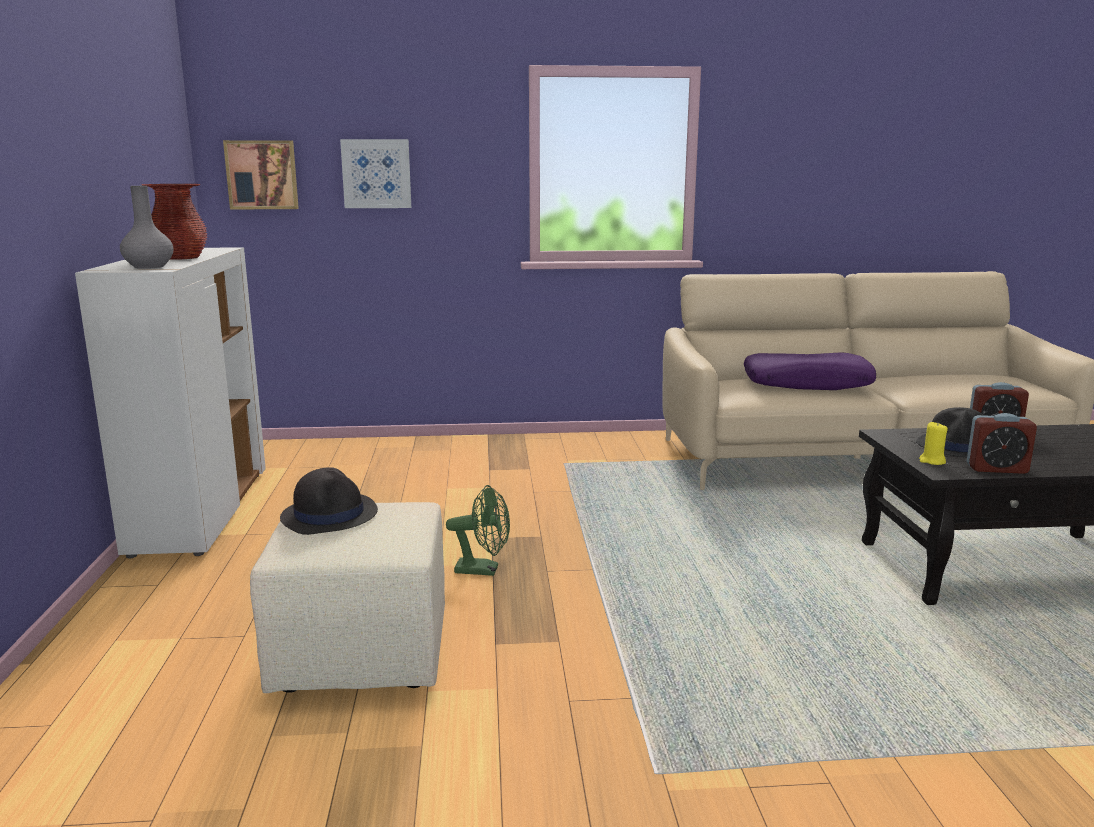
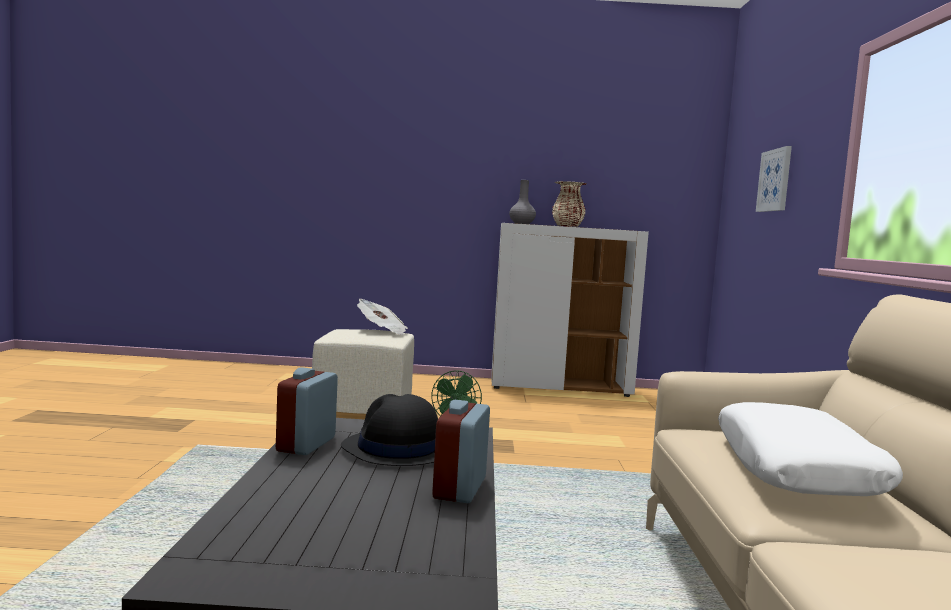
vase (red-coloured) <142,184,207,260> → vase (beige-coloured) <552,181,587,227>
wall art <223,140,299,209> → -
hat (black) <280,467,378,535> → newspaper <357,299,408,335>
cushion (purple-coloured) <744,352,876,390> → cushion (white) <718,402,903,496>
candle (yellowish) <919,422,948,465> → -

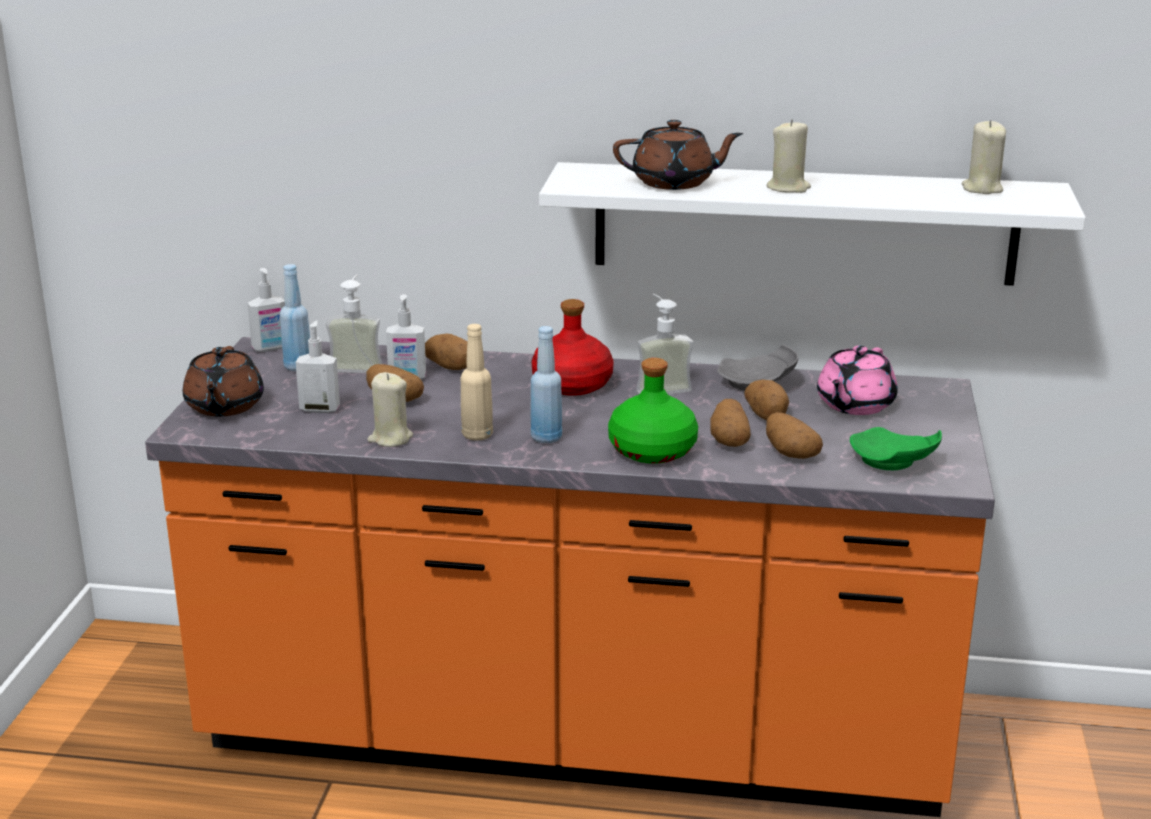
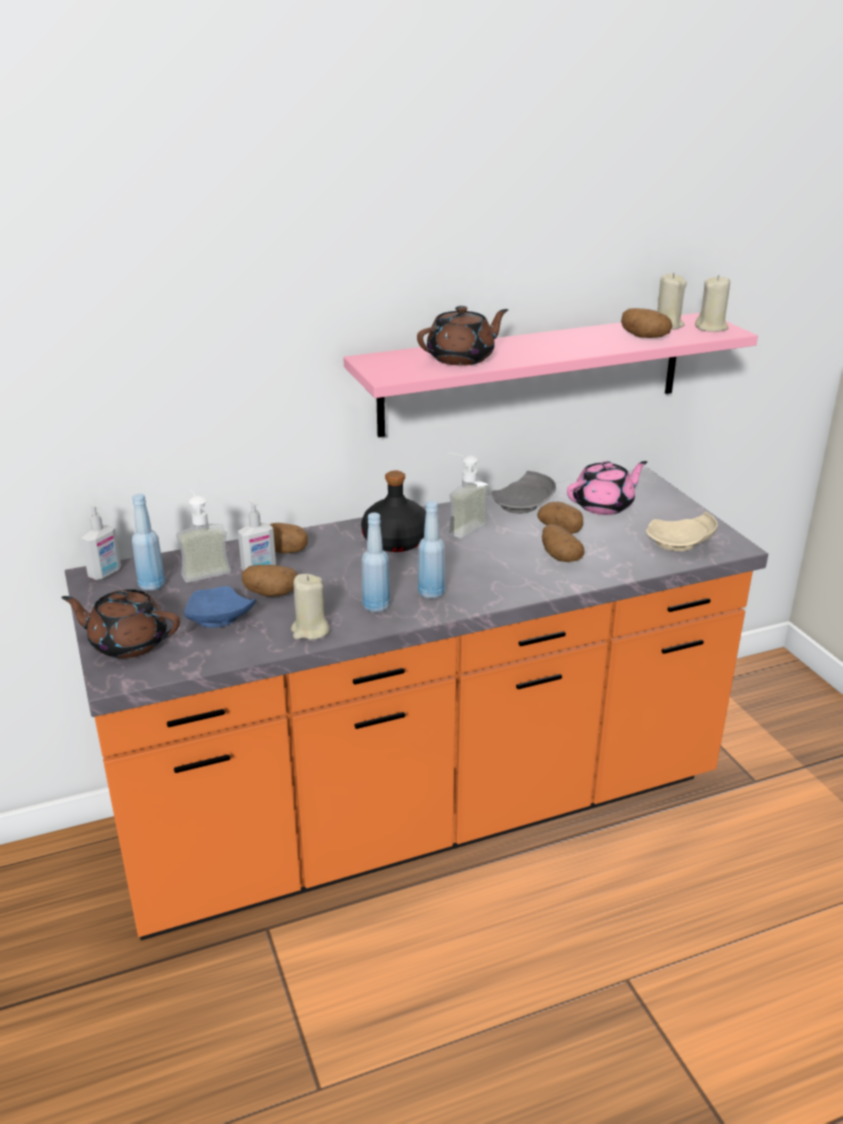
tea pot (brownish) <183,346,264,416> → tea pot (brownish) <61,589,180,659>, 135 degrees clockwise
liquid soap bottle <295,321,340,413> → plate (blue-coloured) <184,586,256,628>
bottle (beige-coloured) <460,324,493,441> → bottle (blue-coloured) <362,512,390,612>
bottle (red-coloured) <532,299,613,396> → bottle (black) <361,471,426,552>
shelf (white) <539,162,1086,286> → shelf (pinkish) <343,313,758,437>
bottle (green) <608,358,698,464> → -
candle (beige-coloured) <766,119,811,193> → candle (beige-coloured) <695,275,730,332>, relocated
spud <766,412,823,459> → spud <621,308,672,338>, relocated
tea pot (pinkish) <817,345,898,415> → tea pot (pinkish) <567,461,647,515>, 120 degrees counterclockwise
plate (green) <850,427,942,470> → plate (beige-coloured) <646,512,718,551>

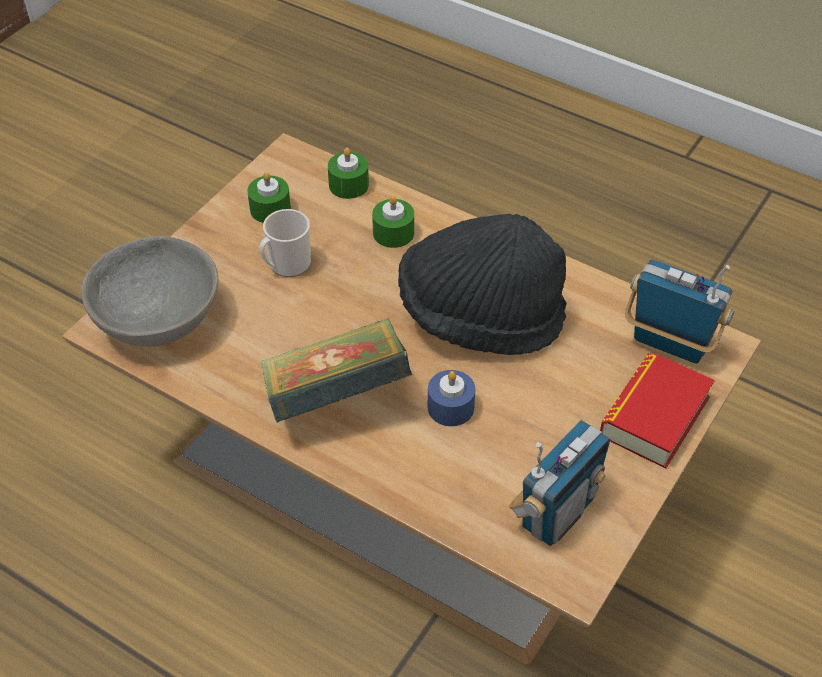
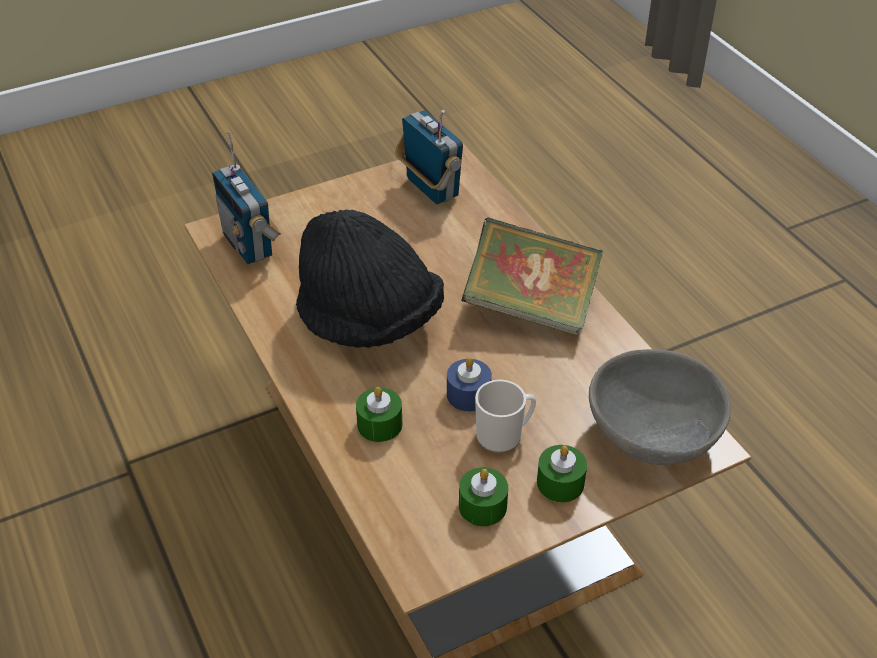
candle (green) <328,148,369,199> → candle (green) <537,445,587,502>, relocated
candle (blue-coloured) <428,370,476,426> → candle (blue-coloured) <447,357,492,411>, relocated
radio set <509,420,610,546> → radio set <395,110,463,204>, 75 degrees clockwise
bound book <600,352,715,469> → -

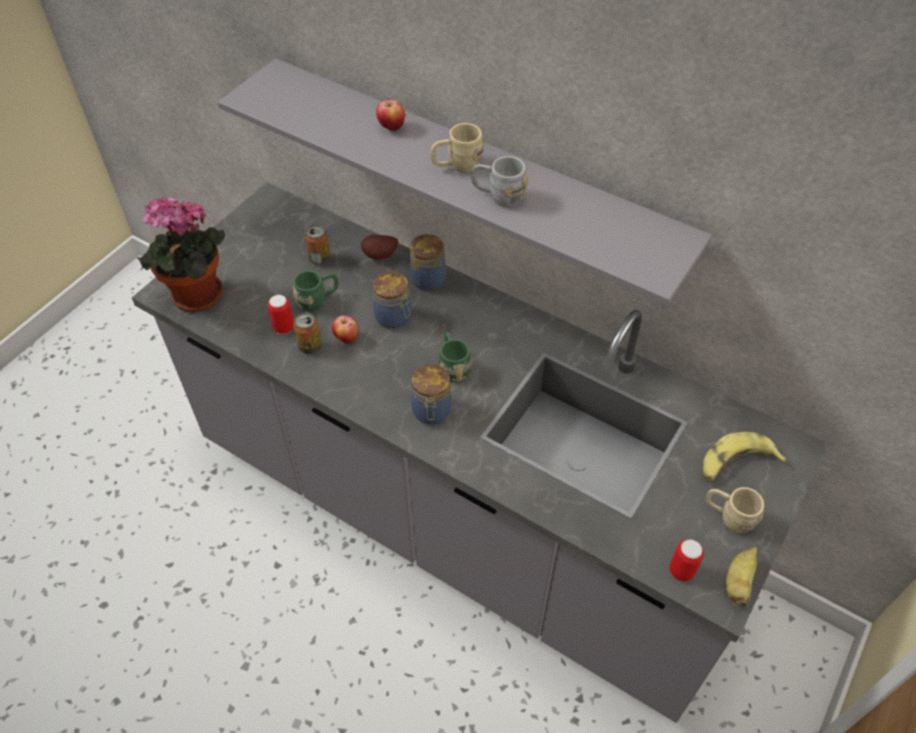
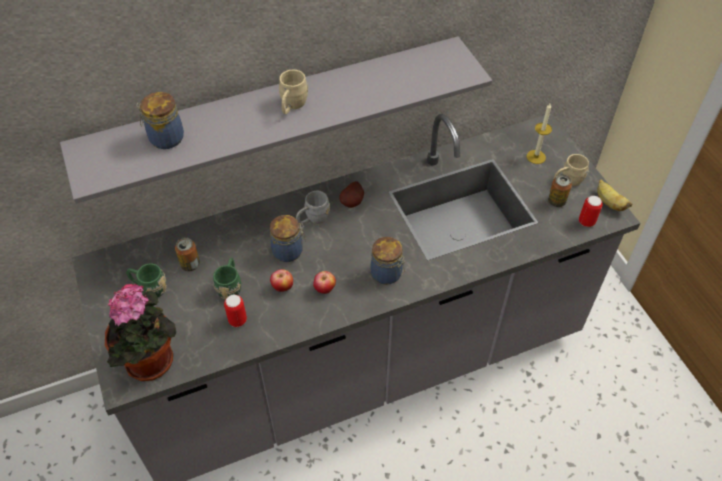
can <293,312,322,354> → can <548,174,572,207>, relocated
spud <361,235,399,260> → spud <339,181,364,208>, relocated
whole apple <376,100,405,131> → whole apple <313,271,336,294>, relocated
jar <410,234,446,291> → jar <136,92,184,149>, relocated
mug (green) <439,332,472,382> → mug (green) <126,263,167,298>, relocated
mug (greyish) <471,156,527,207> → mug (greyish) <296,191,330,225>, relocated
whole banana <703,432,786,482> → candle <527,104,552,164>

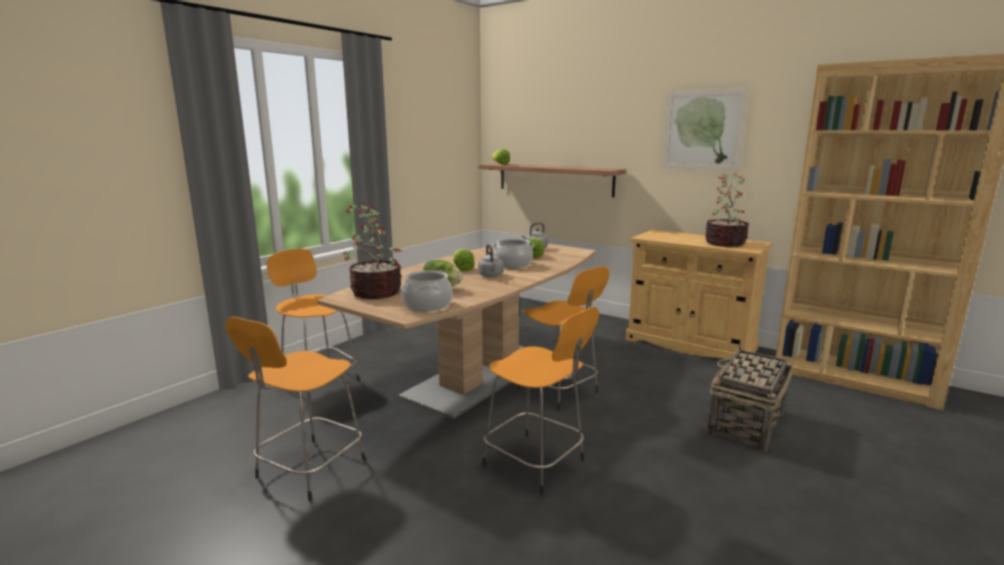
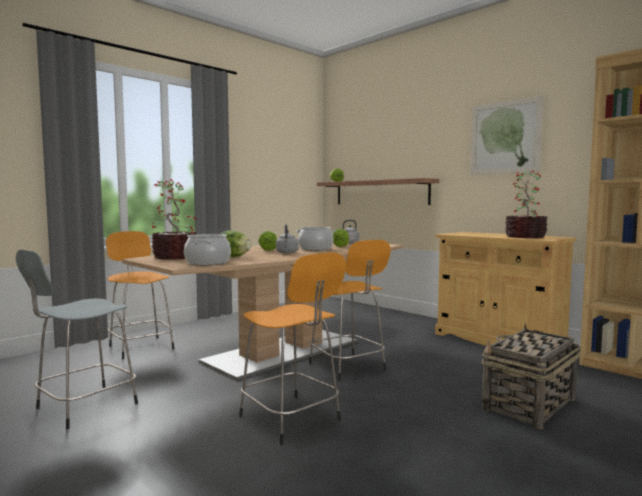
sitting stool (orange-coloured) <225,317,366,501> → sitting stool (greyish) <16,249,138,429>

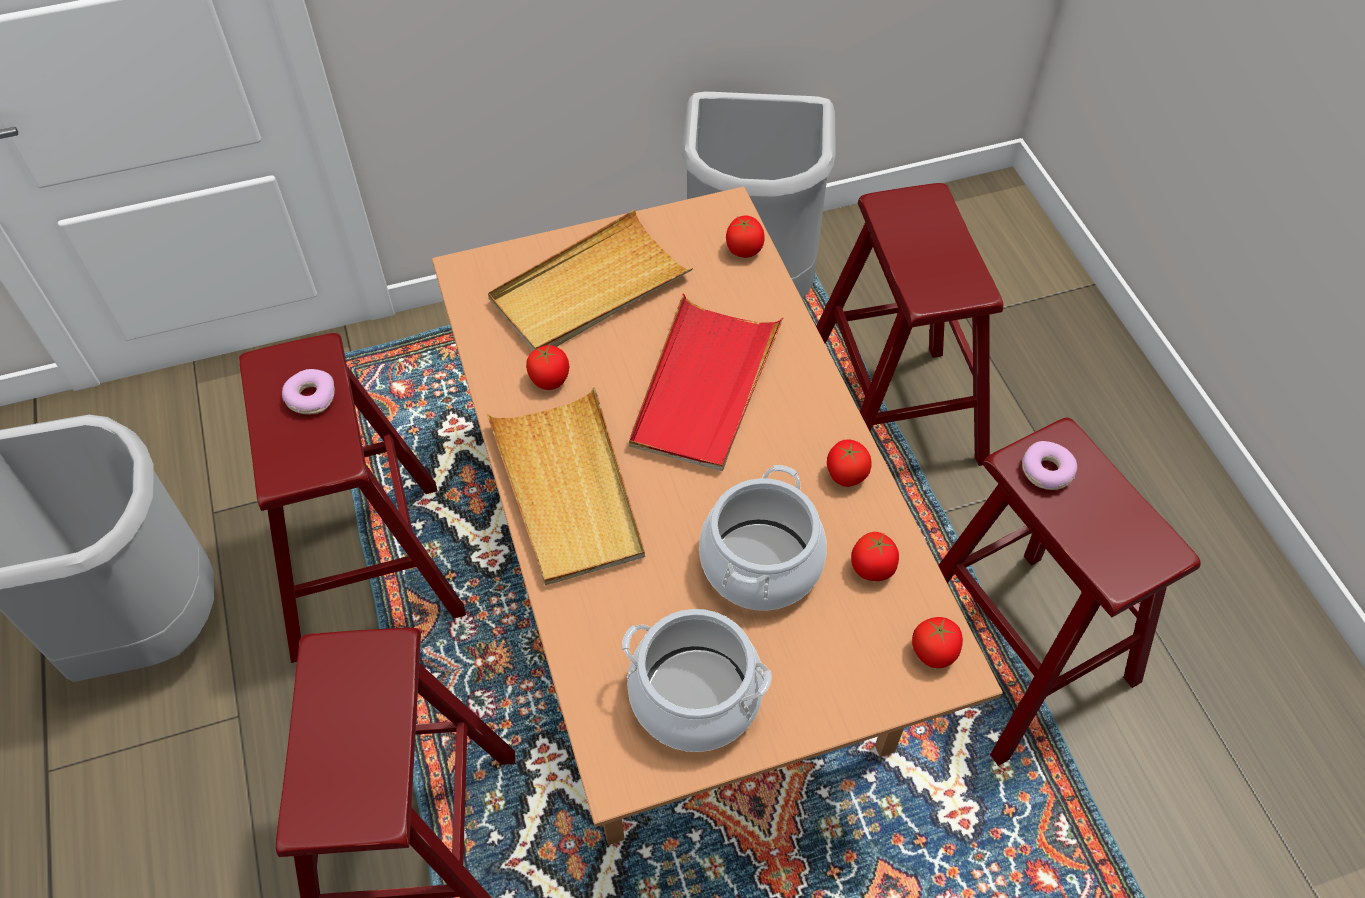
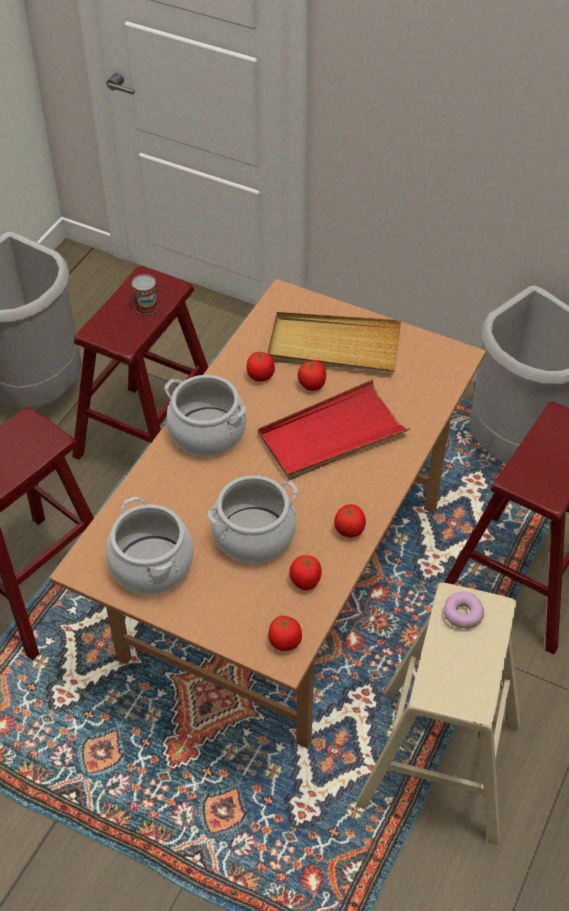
donut <282,369,335,414> → can <132,274,158,315>
serving tray (beige-coloured) <487,387,645,585> → cooking pot <164,375,246,456>
tomato <726,215,764,258> → tomato <298,361,326,391>, relocated
sitting stool (red-coloured) <938,418,1201,766> → sitting stool (beige-coloured) <356,582,520,845>

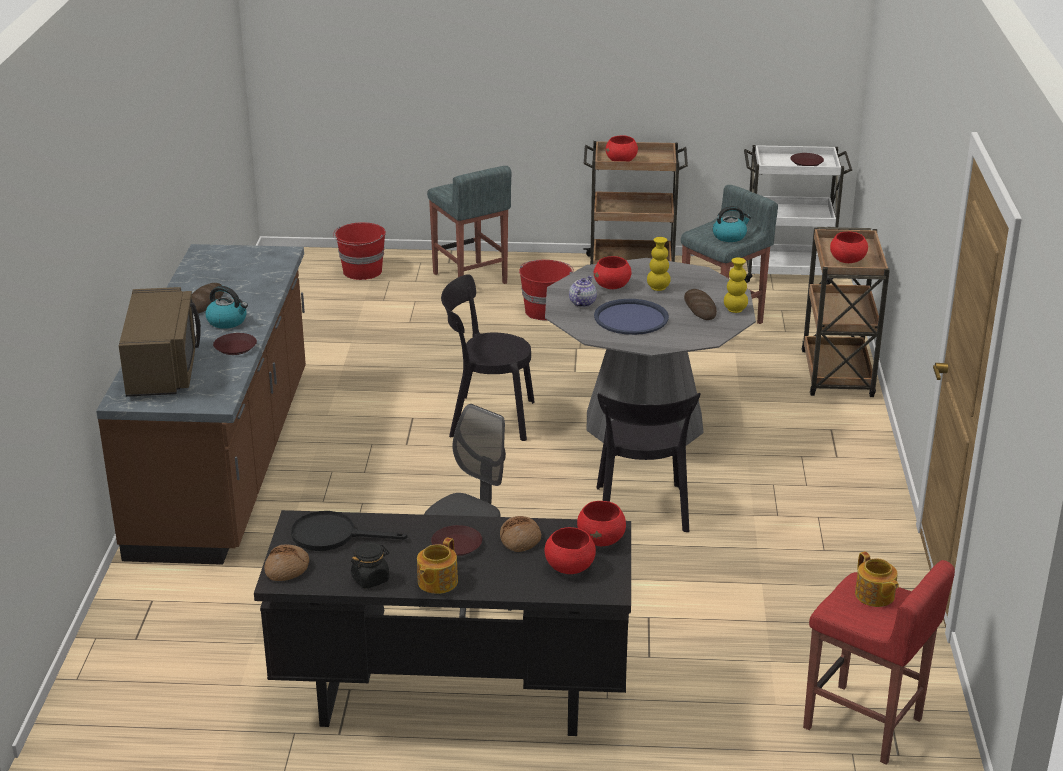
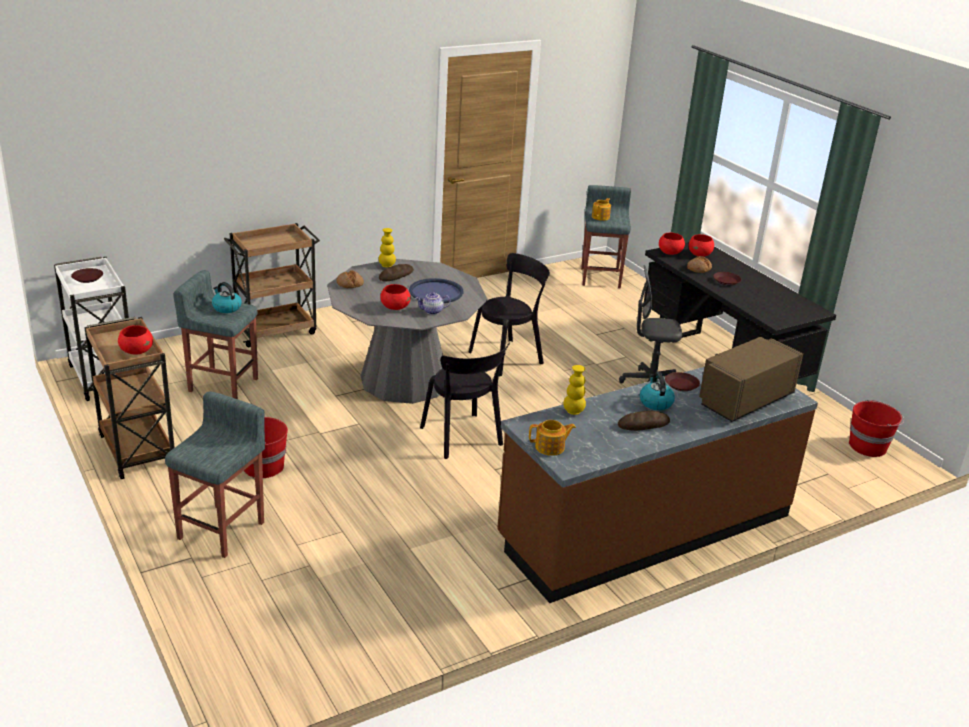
bread <264,544,309,581> → bread <336,270,364,288>, relocated
pan (black) <291,511,408,551> → -
pail (red-coloured) <333,222,386,280> → pail (red-coloured) <849,400,904,457>, relocated
jar (black) <350,542,389,589> → -
tea pot <417,537,458,594> → tea pot <529,420,576,456>, relocated
vase (yellowish) <647,237,671,291> → vase (yellowish) <563,365,586,415>, relocated
sitting stool (red-coloured) <803,560,955,765> → sitting stool (greyish) <581,185,631,288>
deep dish (red-coloured) <830,232,868,263> → -

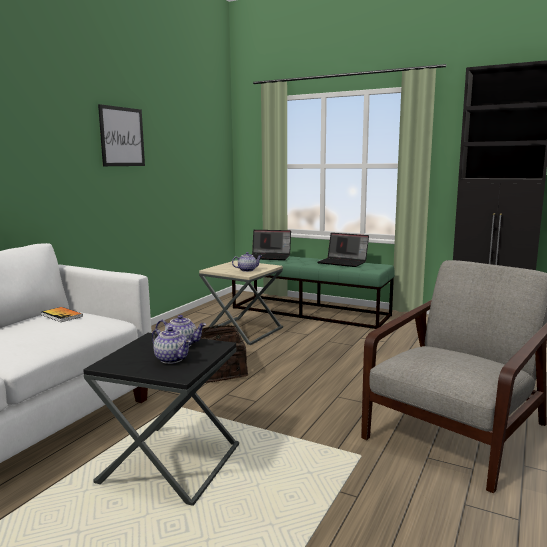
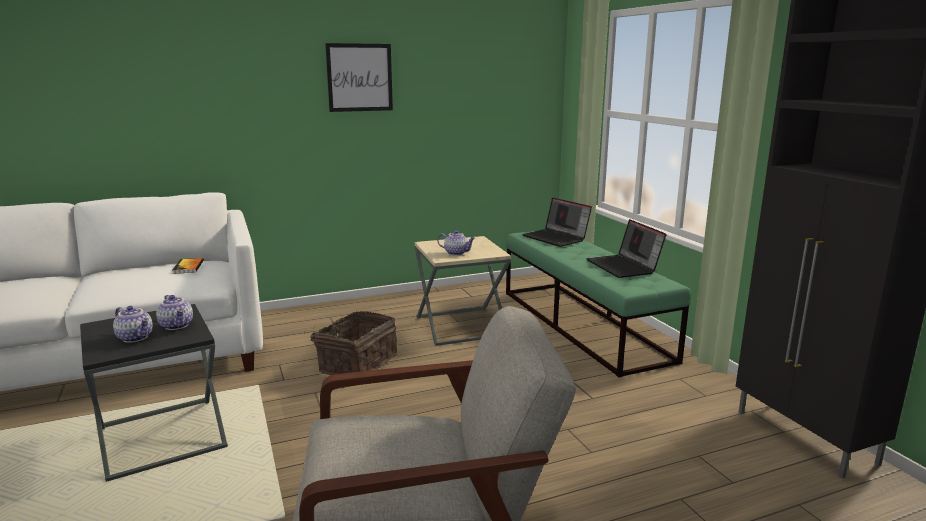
tea pot <152,327,191,364> → tea pot <113,306,153,343>, 45 degrees counterclockwise

